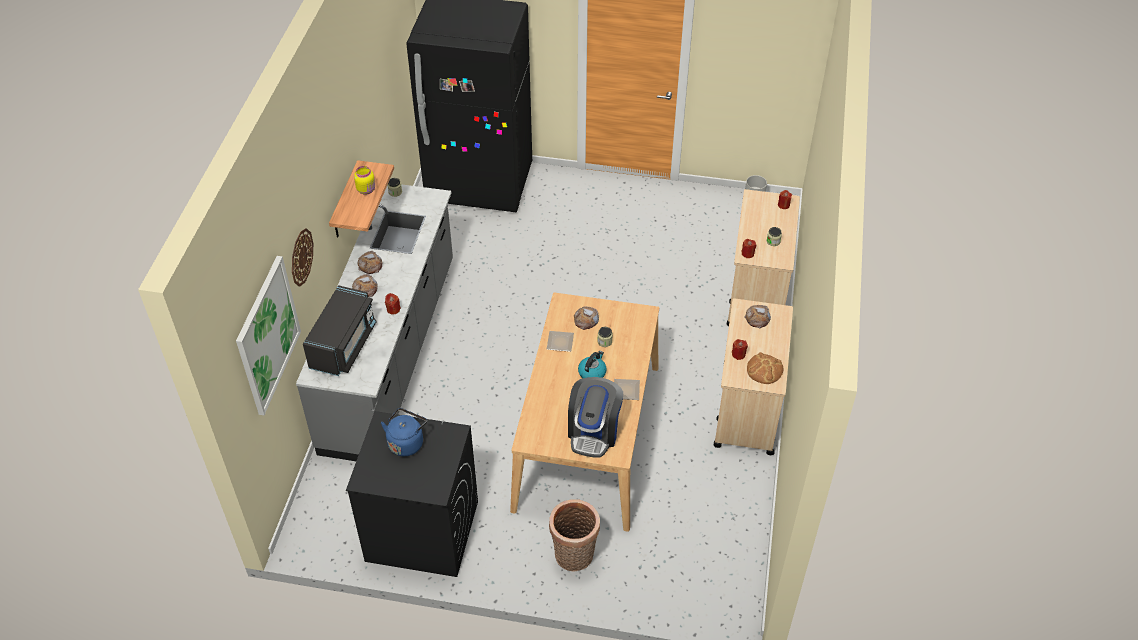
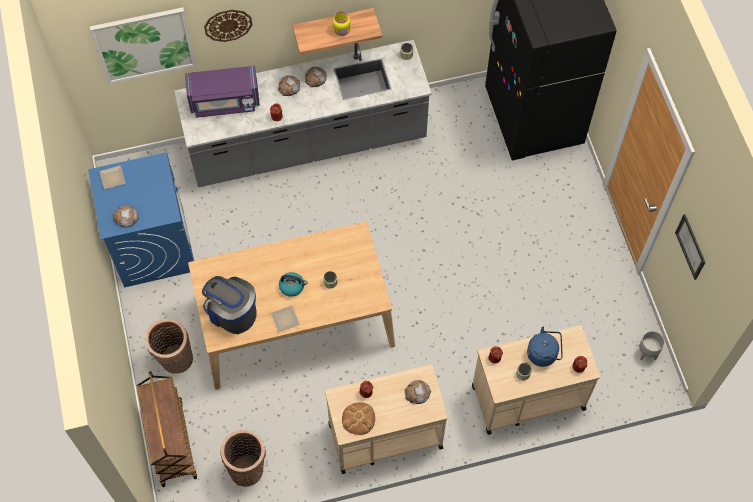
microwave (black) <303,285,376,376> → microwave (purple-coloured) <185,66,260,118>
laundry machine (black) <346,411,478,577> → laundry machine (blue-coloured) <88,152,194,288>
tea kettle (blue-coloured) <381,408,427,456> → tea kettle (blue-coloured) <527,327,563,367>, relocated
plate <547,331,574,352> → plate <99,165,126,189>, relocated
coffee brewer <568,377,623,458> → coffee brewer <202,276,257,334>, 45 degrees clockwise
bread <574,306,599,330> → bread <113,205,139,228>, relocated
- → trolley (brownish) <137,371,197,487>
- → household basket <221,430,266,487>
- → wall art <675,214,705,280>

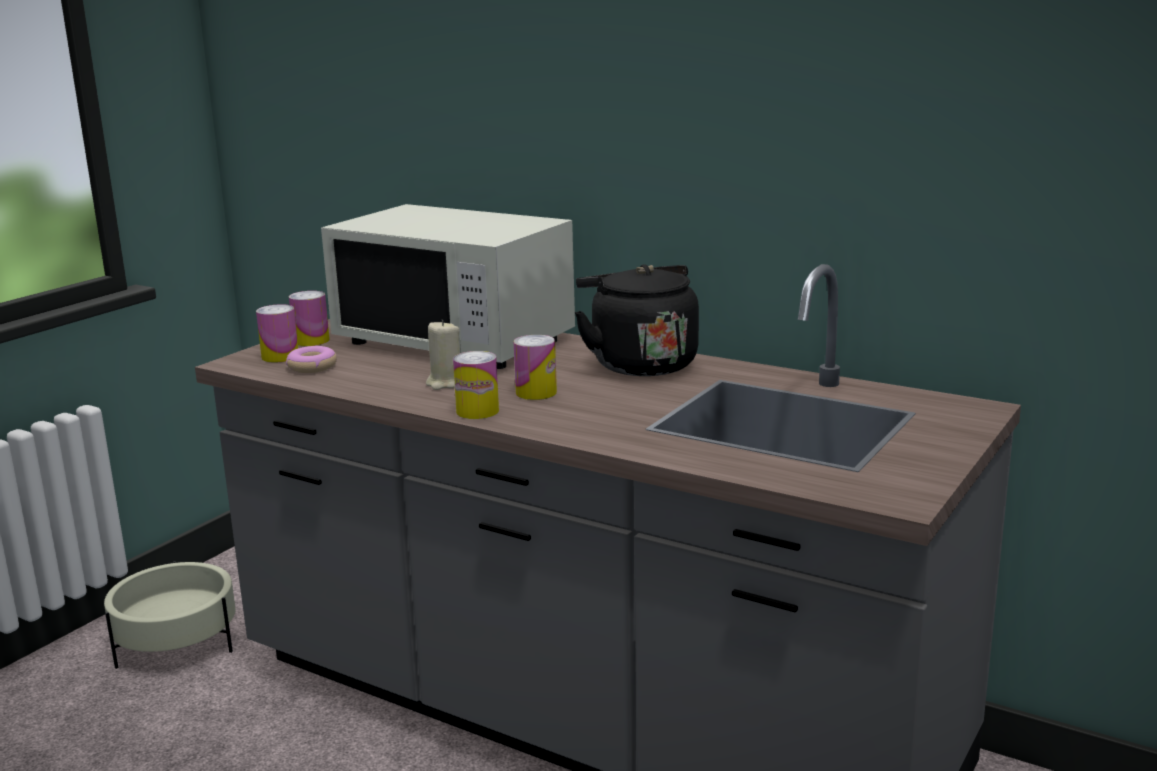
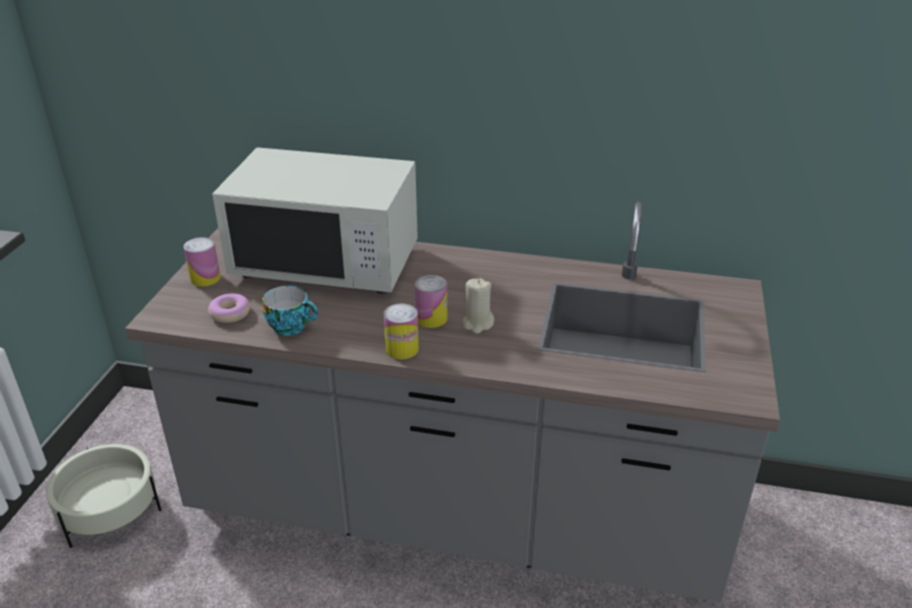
can <256,304,298,363> → -
candle (beige-coloured) <426,320,460,390> → candle (beige-coloured) <463,278,494,334>, relocated
tea kettle (black) <574,264,699,376> → -
- → drinking cup <262,286,318,336>

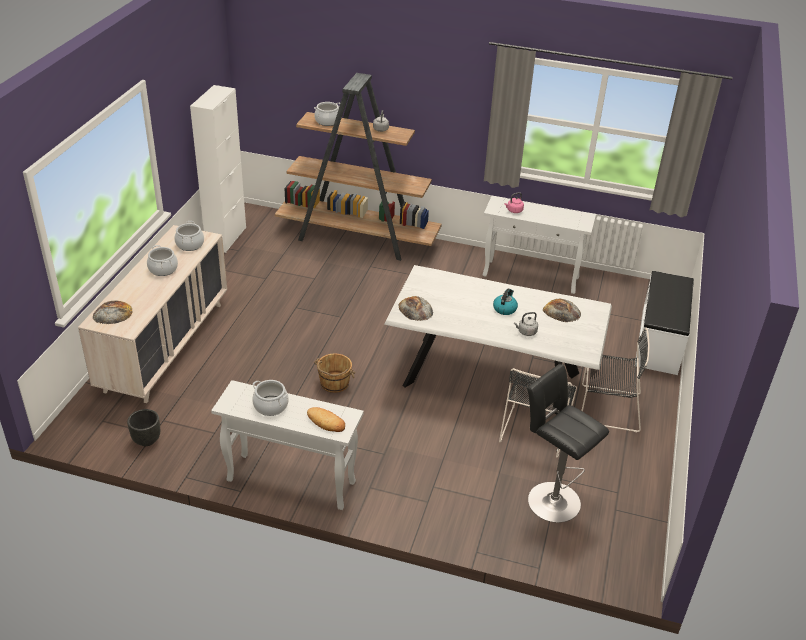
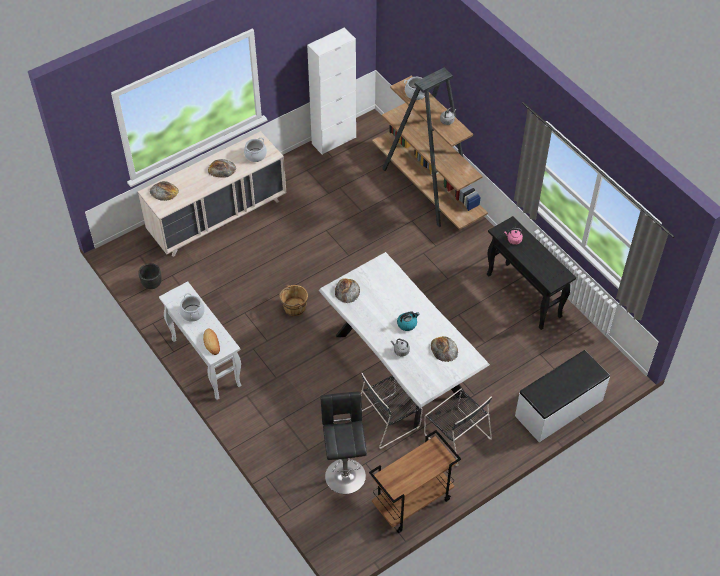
cooking pot <147,245,178,276> → bread <208,159,236,178>
narrow table (white) <483,196,596,294> → narrow table (black) <487,216,576,330>
- → trolley (brownish) <369,430,461,533>

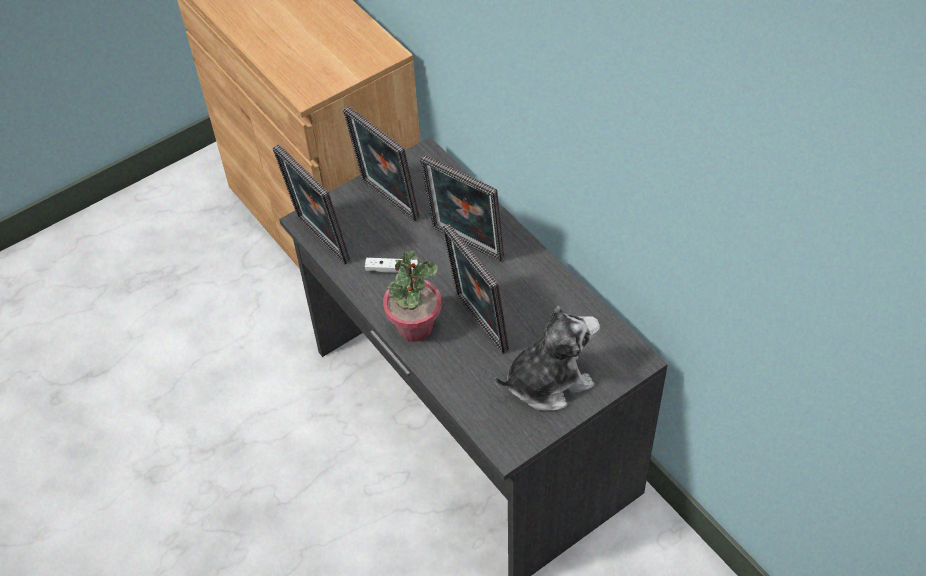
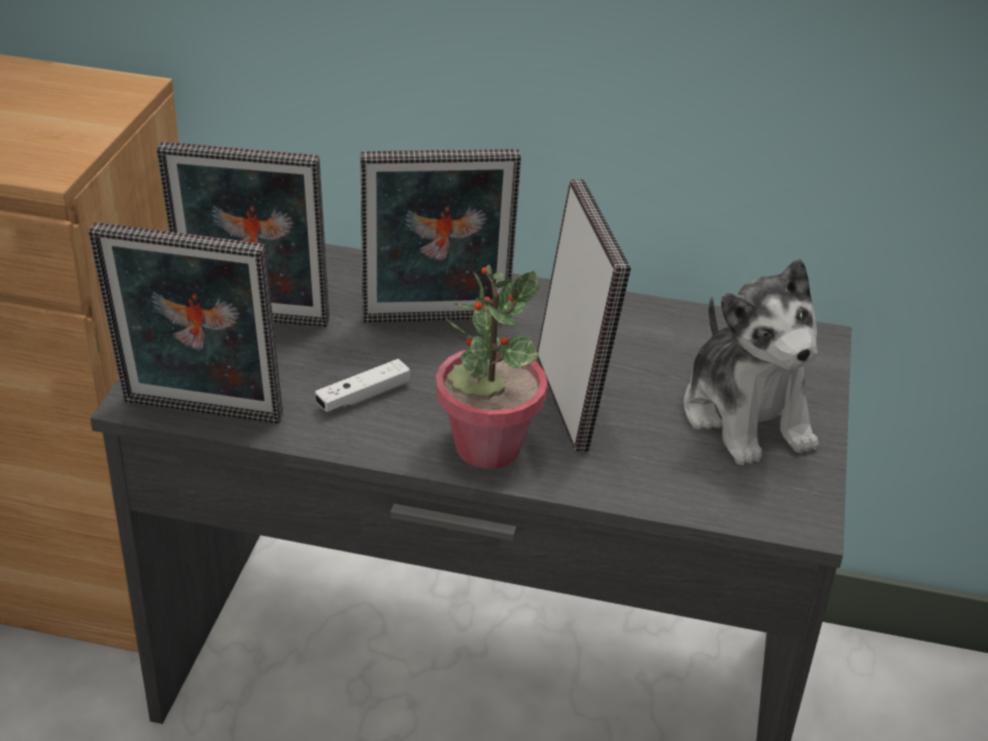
standing frame <442,223,509,354> → standing frame <537,179,631,452>, 120 degrees counterclockwise
cuddly toy <495,306,600,411> → cuddly toy <683,259,819,465>, 135 degrees clockwise

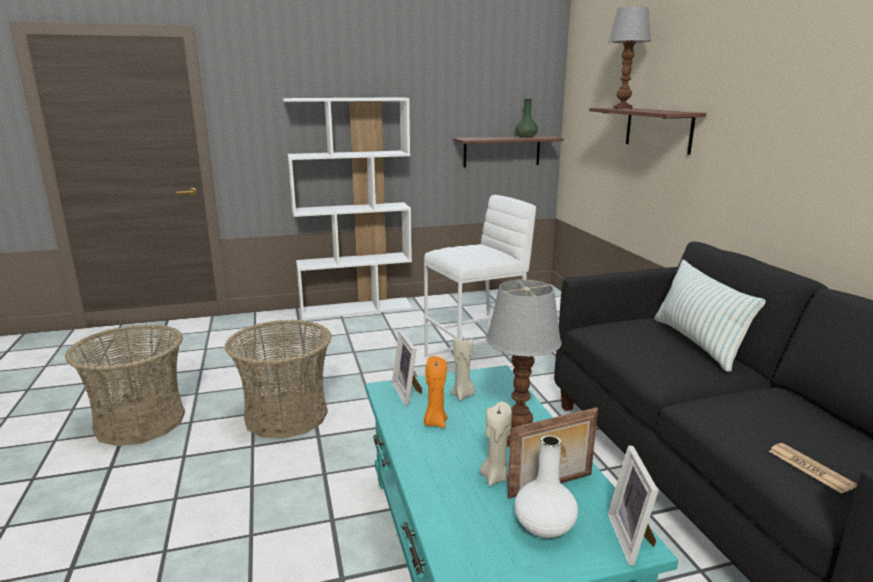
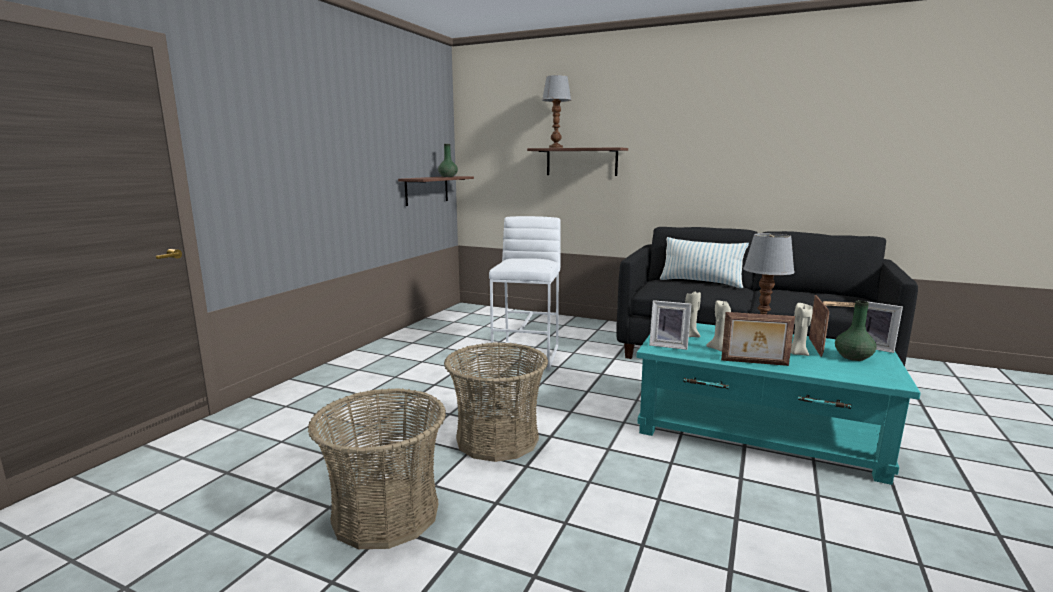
bookcase (white) <283,97,412,320> → -
candle (orange-coloured) <423,356,447,428> → candle (beige-coloured) <706,300,731,351>
vase (white) <515,435,578,538> → vase (green) <835,301,877,361>
- → standing frame <721,312,795,366>

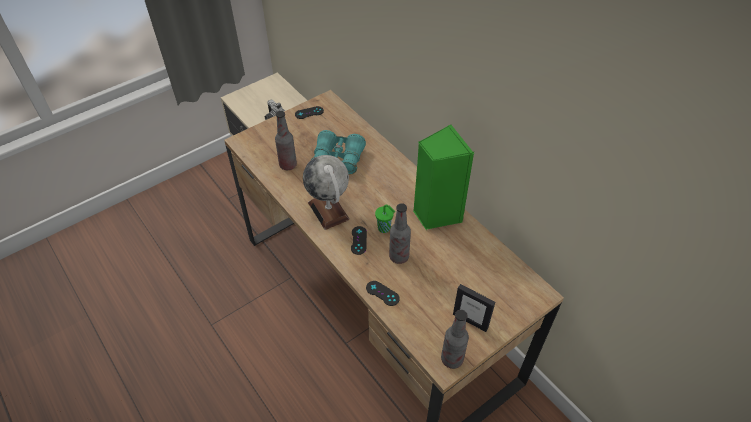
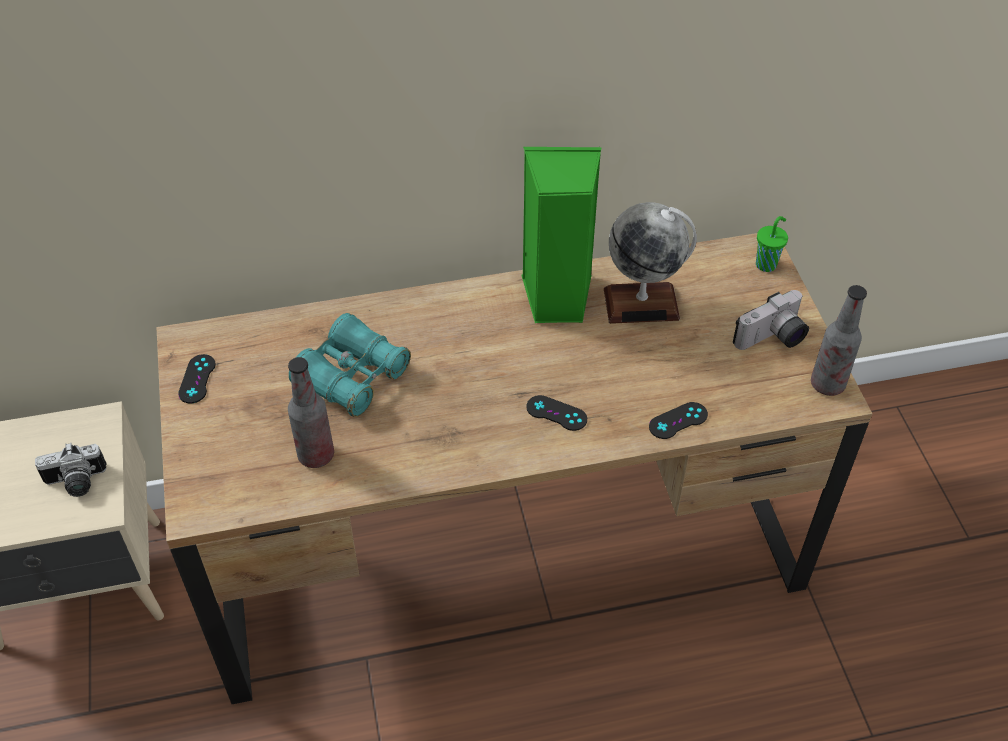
world globe <303,155,350,230> → world globe <604,202,697,324>, relocated
drinking cup (green) <375,204,395,233> → drinking cup (green) <756,216,788,272>, relocated
bottle <389,203,411,264> → -
standing frame <453,284,495,332> → still camera <733,290,809,350>

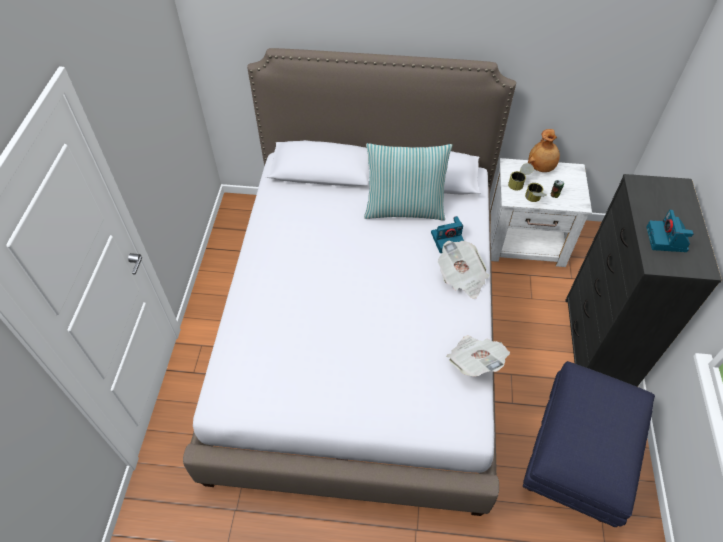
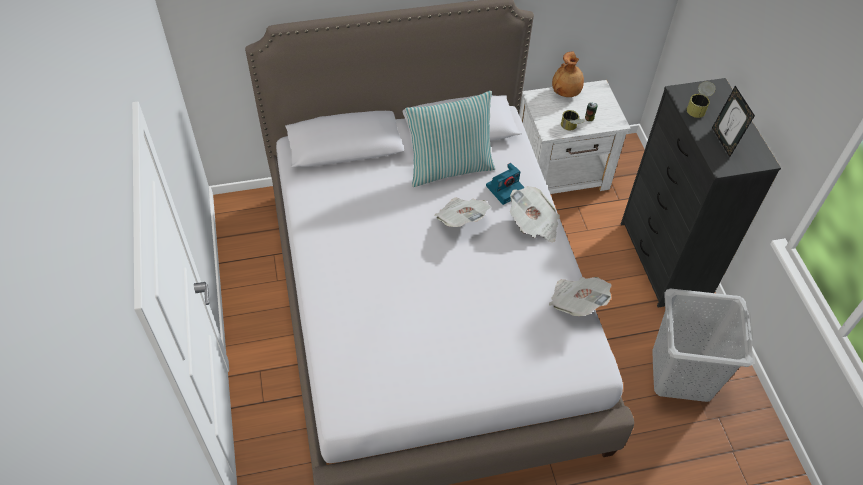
can <508,163,534,190> → can <686,81,716,118>, relocated
footrest (blue-coloured) <523,361,655,527> → laundry basket (greyish) <652,288,753,402>
still camera <647,210,694,252> → standing frame <712,86,755,157>
- → newspaper <434,197,491,227>

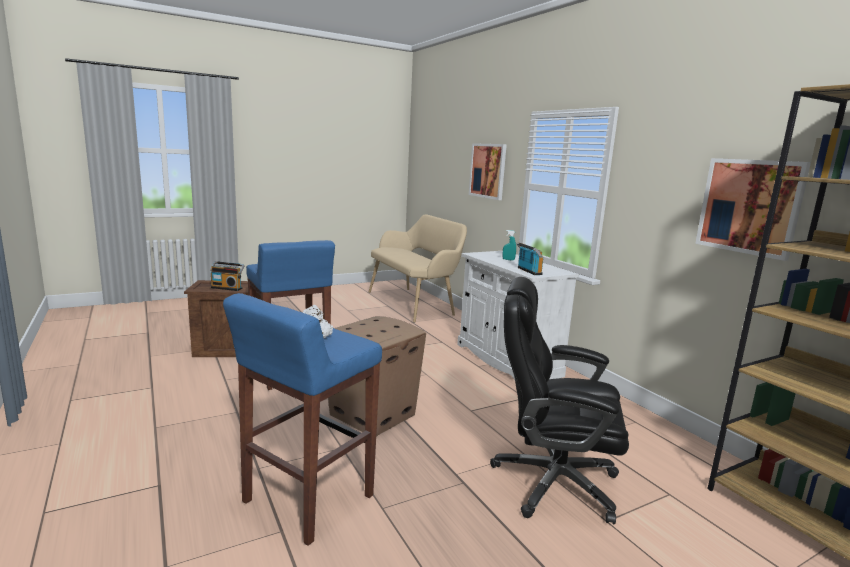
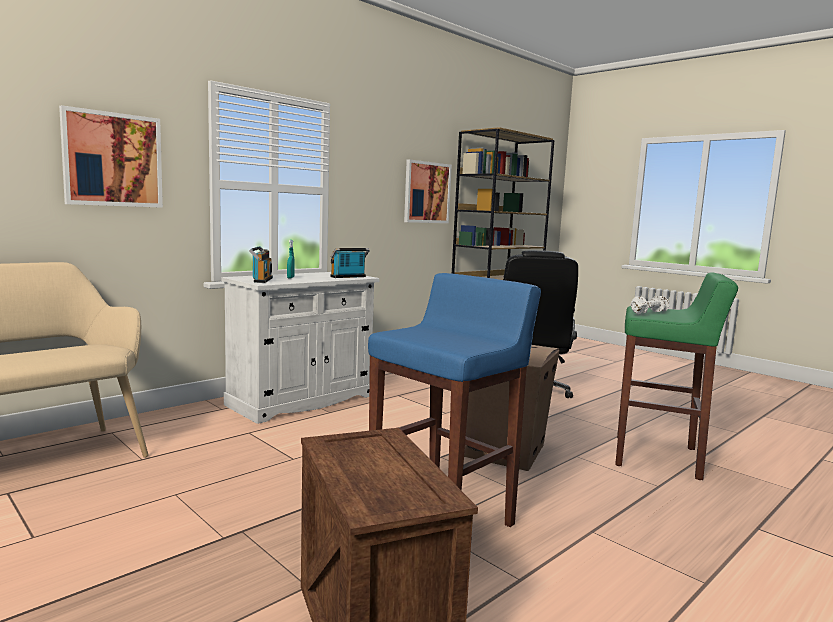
radio set <210,261,244,291> → radio set <249,246,273,283>, relocated
sitting stool (blue-coloured) <223,293,382,546> → sitting stool (green) <615,273,738,480>

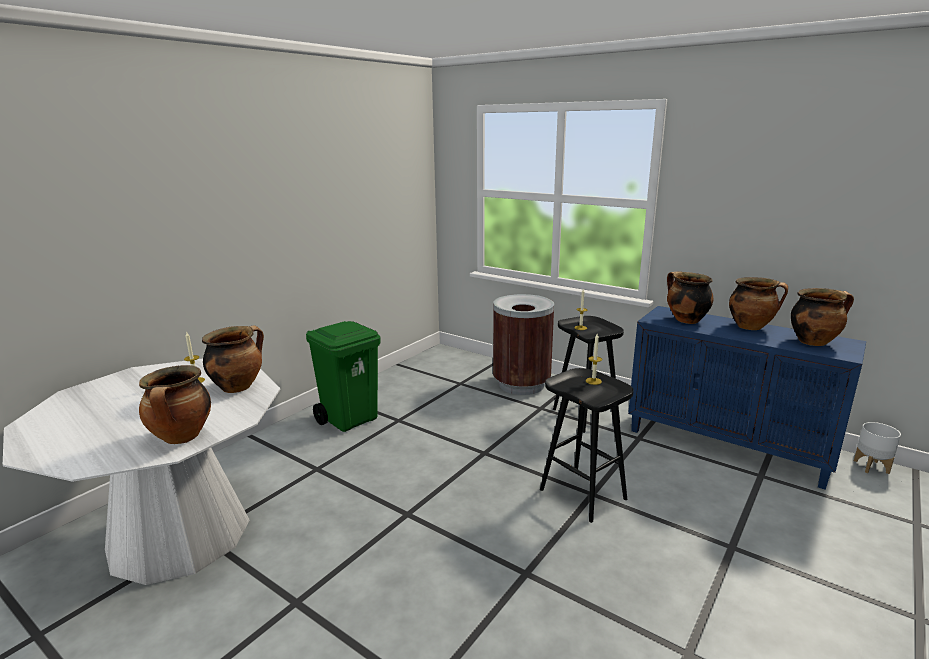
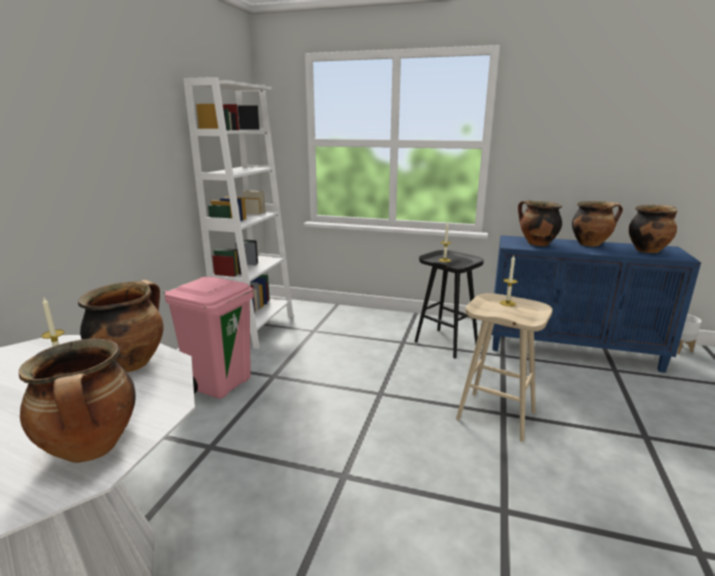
rubbish bin (green) <306,321,381,432> → rubbish bin (pinkish) <163,277,253,399>
rubbish bin (brownish) <493,294,554,395> → -
sitting stool (black) <540,368,634,523> → sitting stool (beige-coloured) <456,293,553,442>
- → bookcase (white) <183,77,293,349>

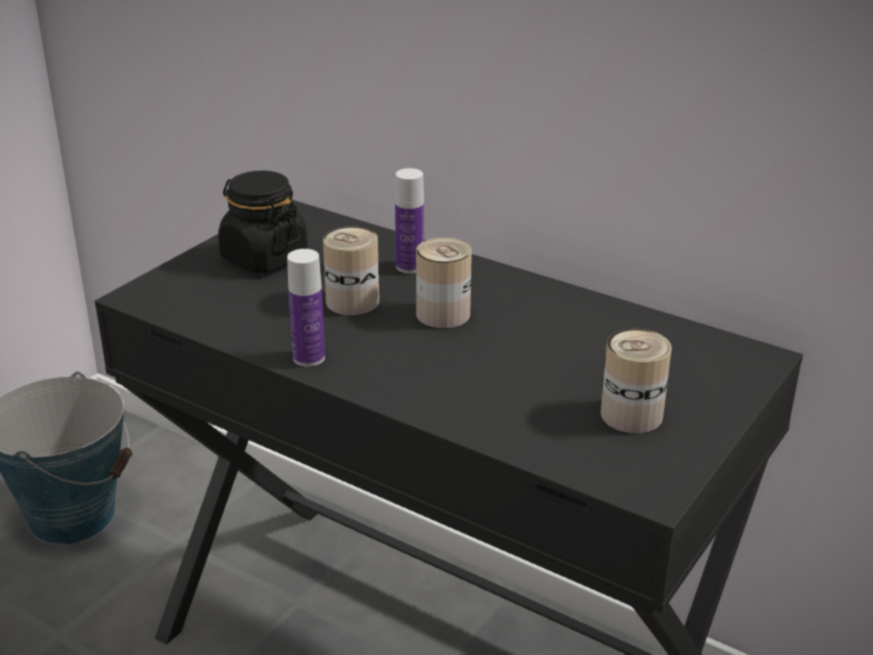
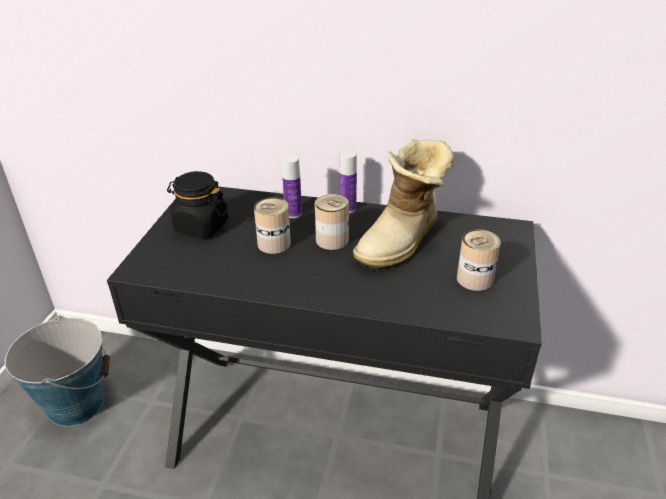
bottle <287,249,325,367> → bottle <339,150,357,213>, relocated
- → high-top boot <353,139,454,270>

